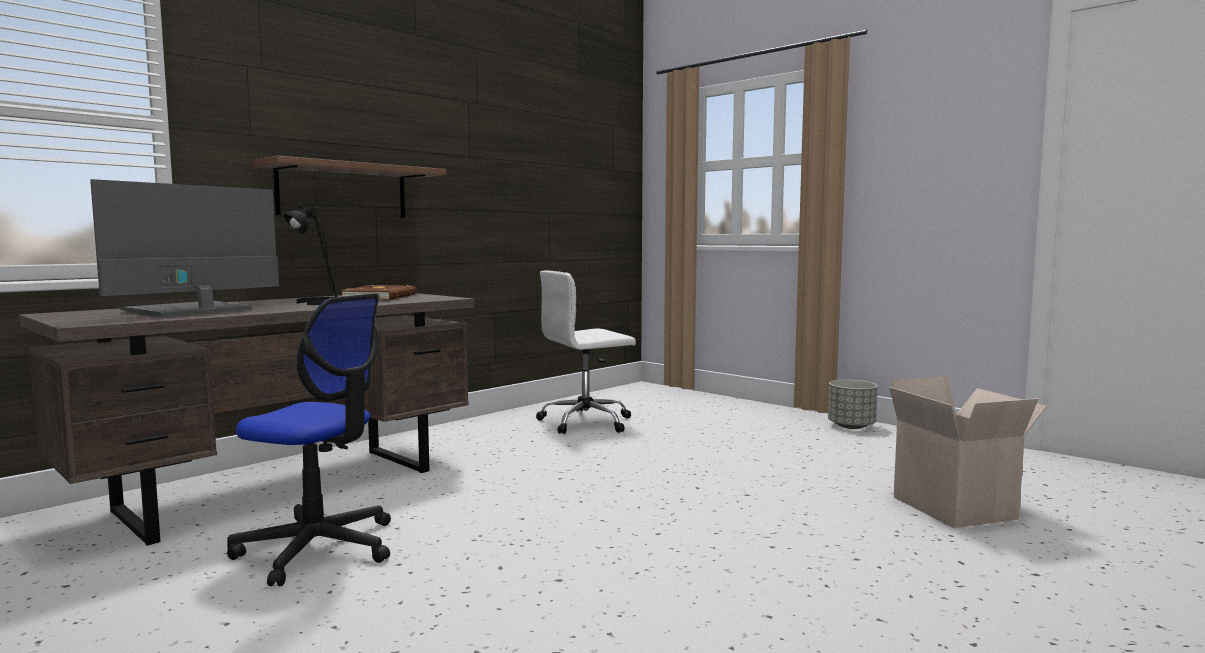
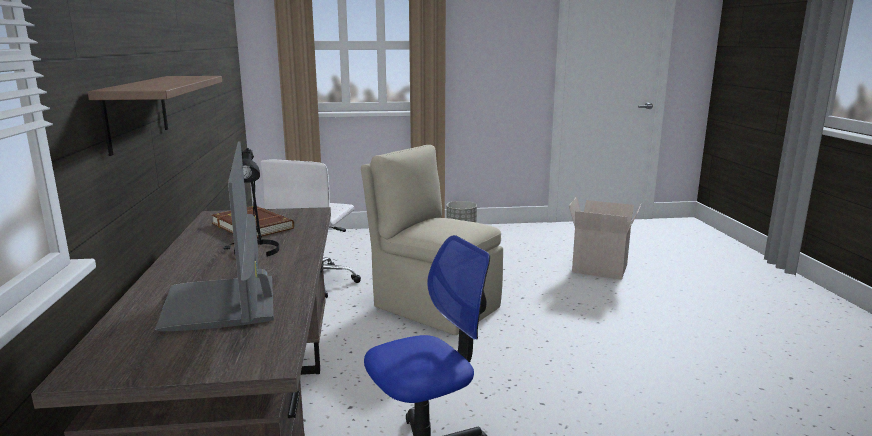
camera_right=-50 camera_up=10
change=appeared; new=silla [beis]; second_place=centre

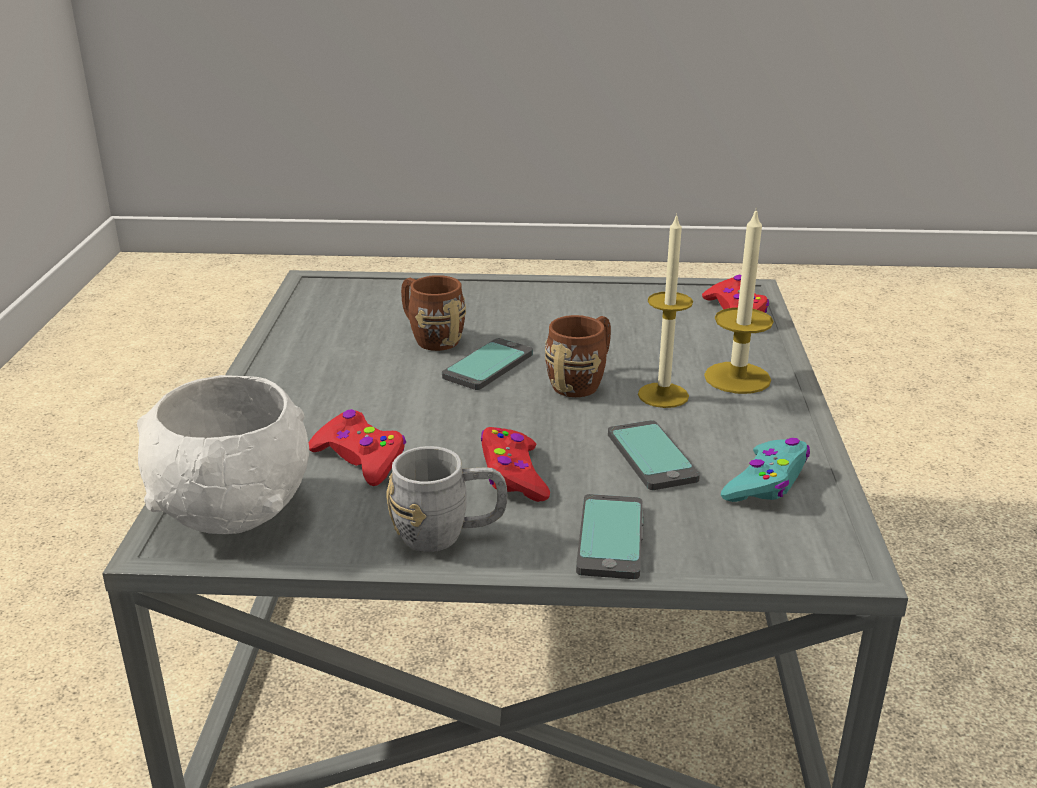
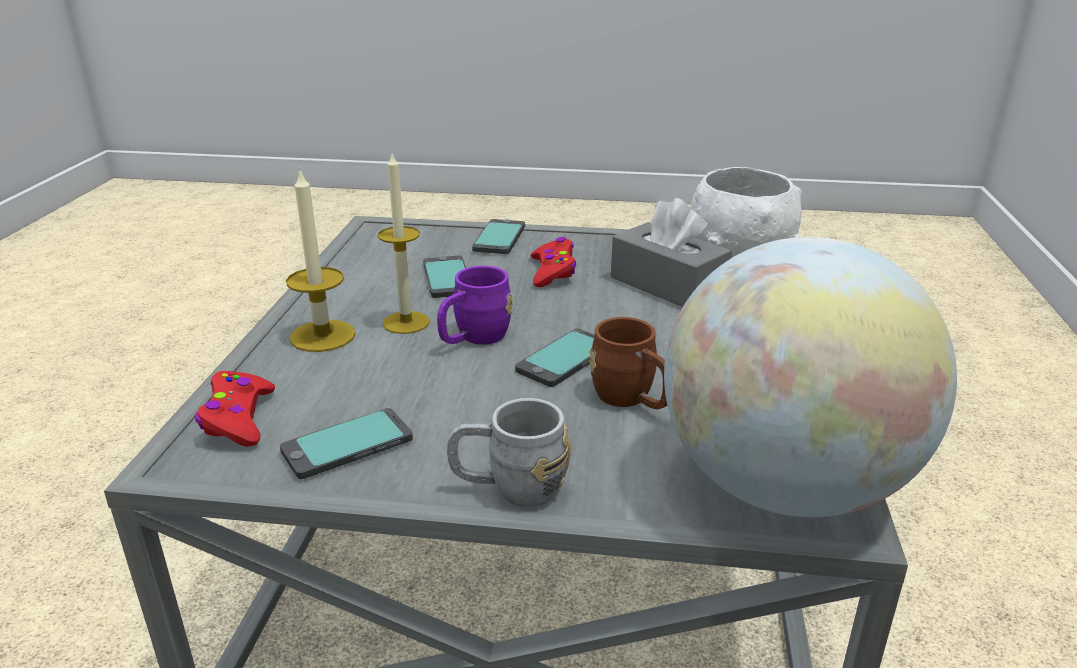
camera_right=-175 camera_up=0
change=missing; old=mando de consola [turquesa]; first_place=middle right
change=appeared; new=móvil (no. 1 from left); second_place=middle left
change=appeared; new=globo terráqueo; second_place=middle right
change=relocated; old=taza grande [gris]; first_place=centre; second_place=bottom centre
change=exchanged; old=mando de consola [rojo] (no. 1 from left); new=caja de pañuelos [gris]; first_place=centre; second_place=centre
change=colour; old=taza grande [marrón] (no. 2 from left); new=taza grande [morado]; first_place=centre; second_place=centre

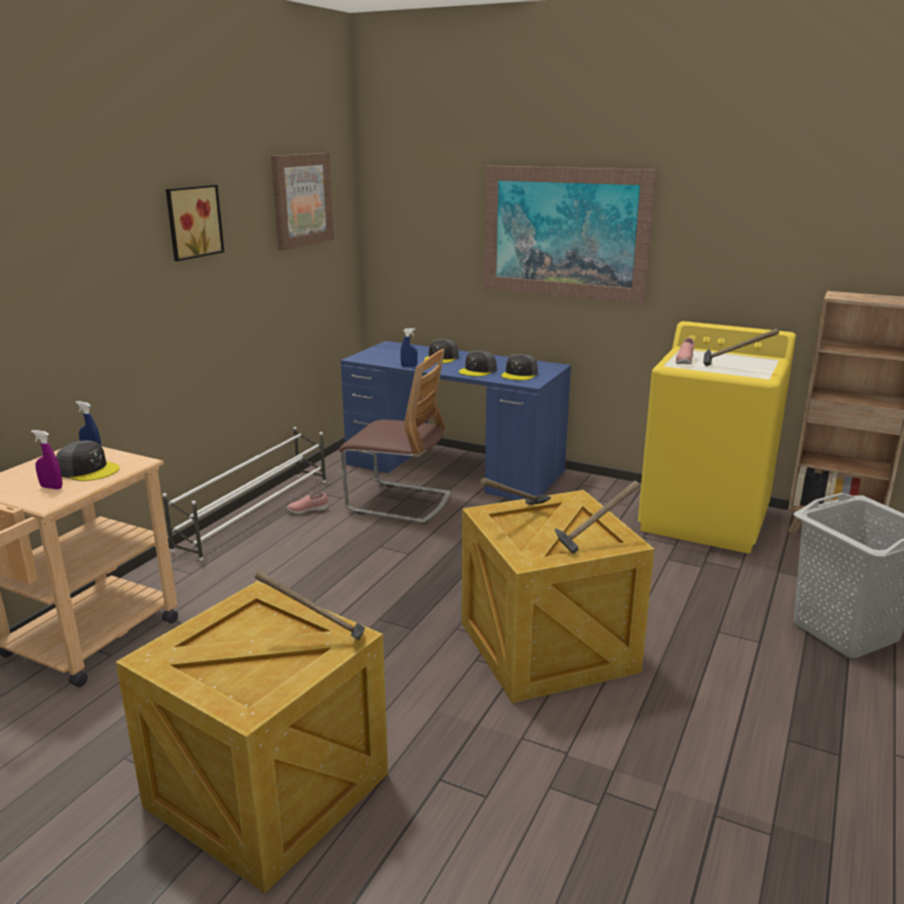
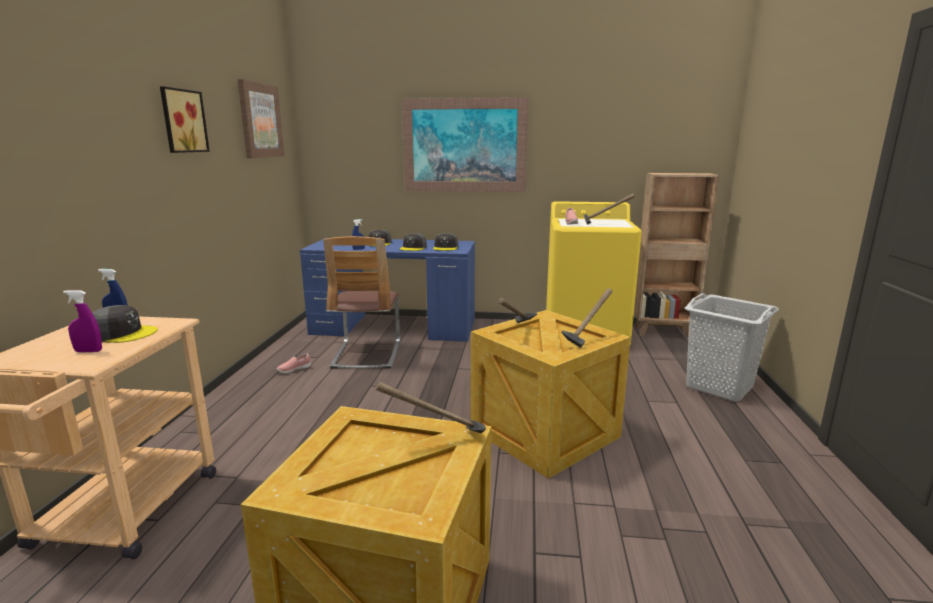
camera_right=-20 camera_up=-5
change=missing; old=zapatero [blanco]; first_place=middle left
change=spun; old=silla; first_place=centre; second_place=centre; degrees=90

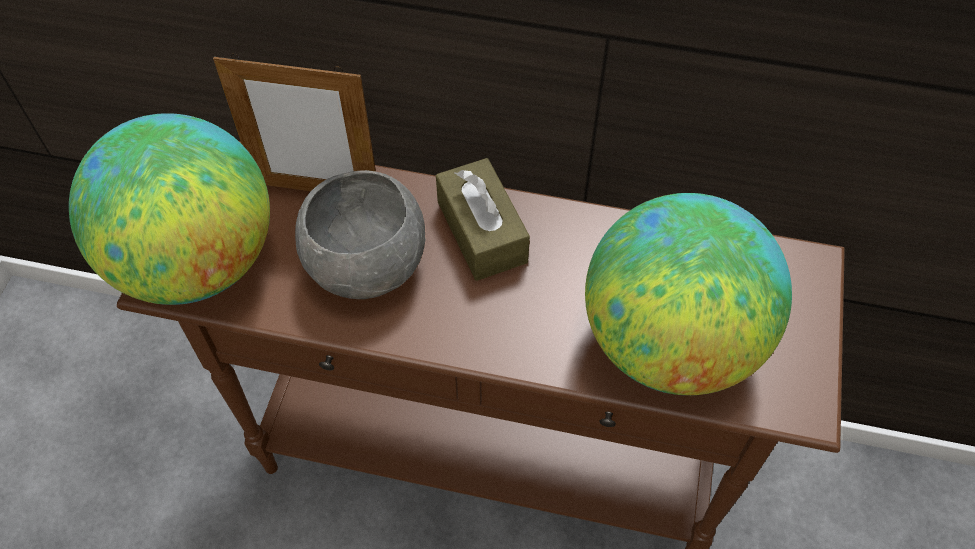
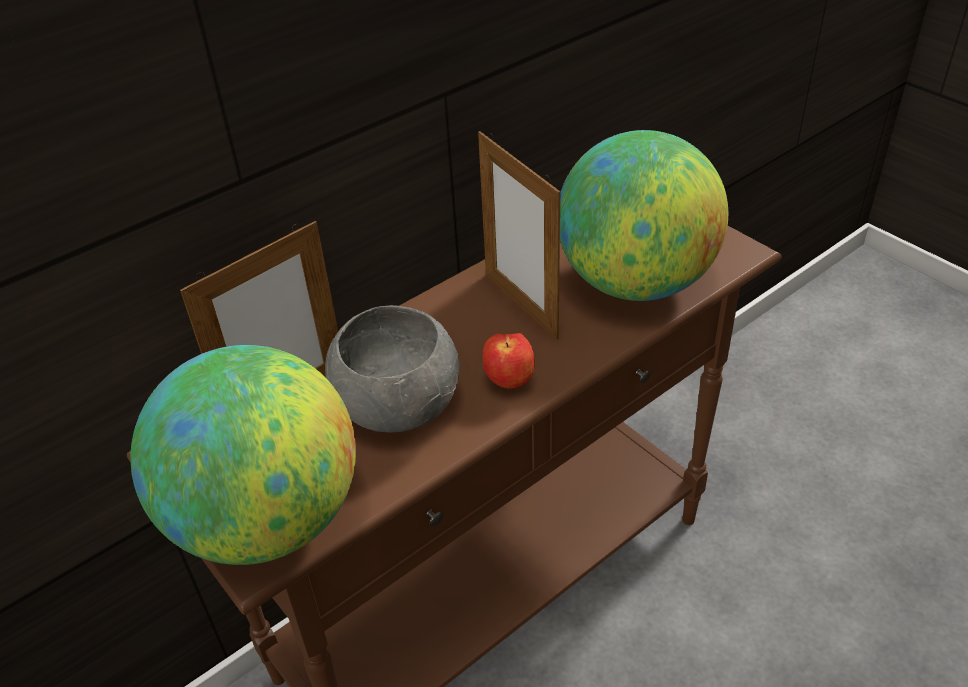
camera_right=-50 camera_up=-15
change=missing; old=caja de pañuelos [marrón]; first_place=centre
change=appeared; new=portarretratos (no. 2 from left); second_place=centre
change=appeared; new=manzana; second_place=centre

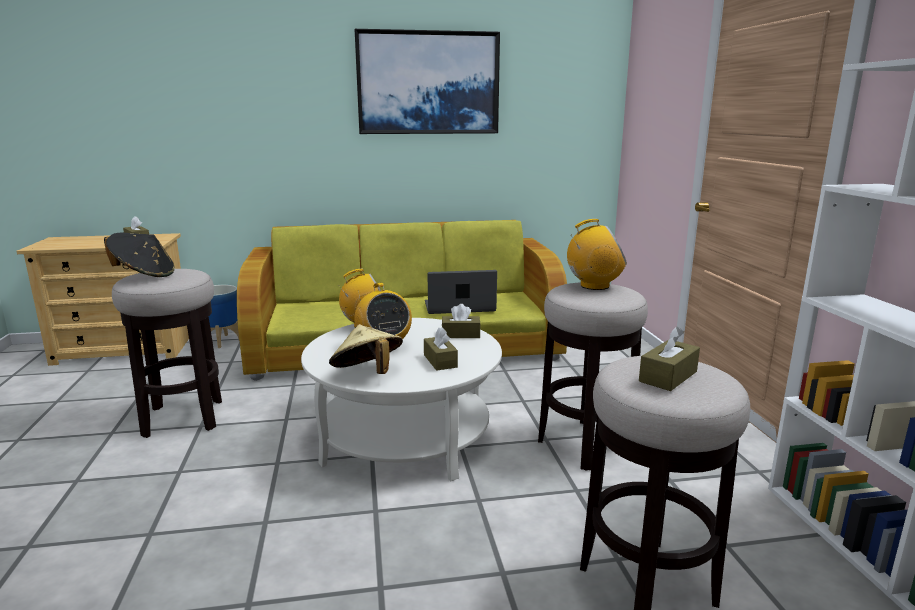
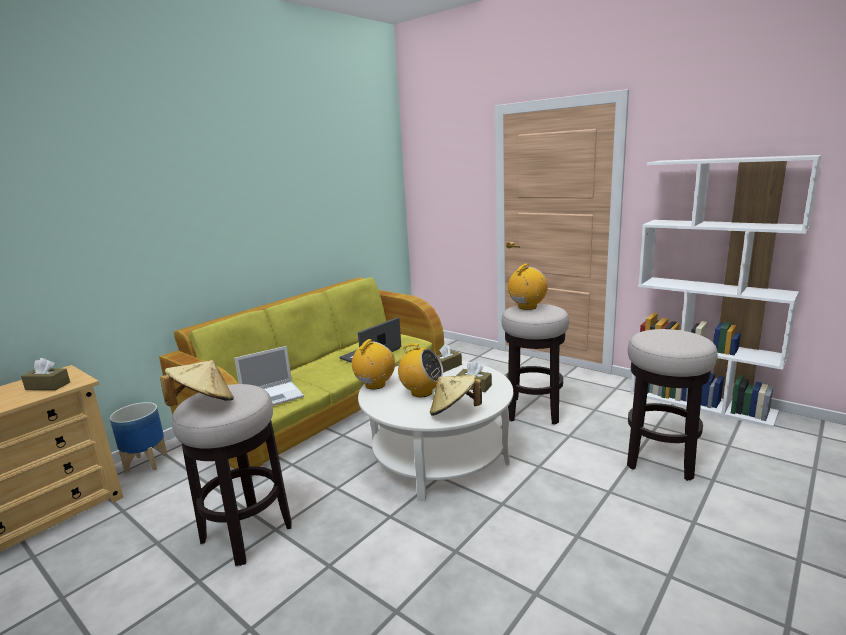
camera_right=-40 camera_up=0
change=missing; old=cuadro; first_place=top centre
change=missing; old=caja de pañuelos [marrón] (no. 4 from left); first_place=middle right
change=appeared; new=portátil (no. 1 from left); second_place=middle left
change=colour; old=sombrero [negro]; new=sombrero [beis] (no. 1 from left); first_place=middle left; second_place=middle left

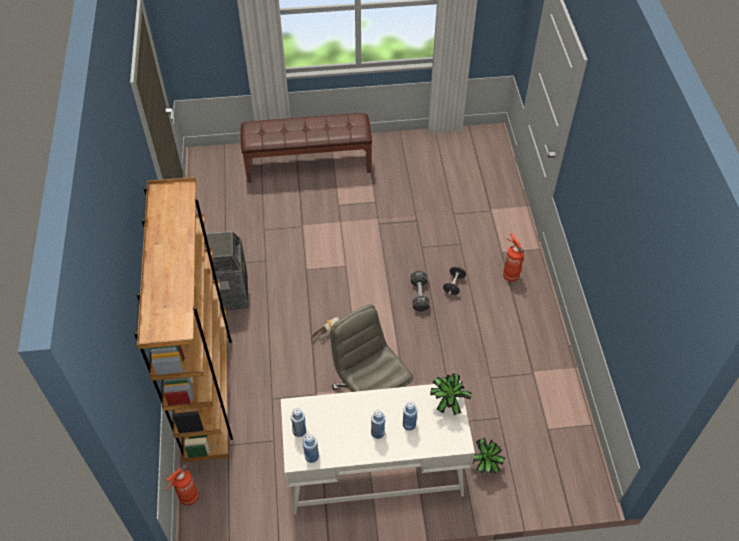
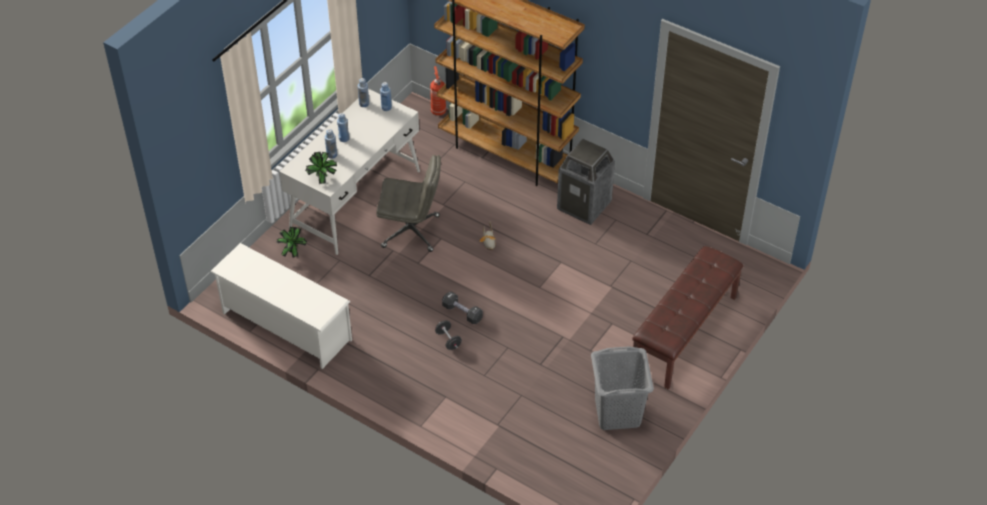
camera_right=130 camera_up=-5
change=missing; old=extintor (no. 2 from left); first_place=middle right
change=appeared; new=zapatero [blanco]; second_place=middle left
change=appeared; new=cesto de la ropa [gris]; second_place=bottom centre

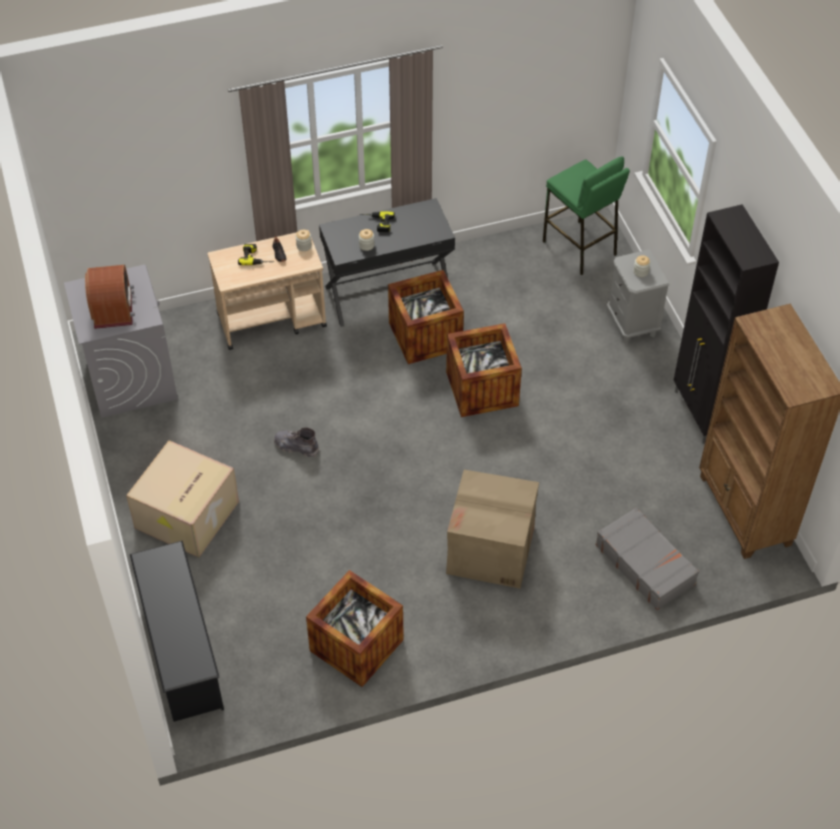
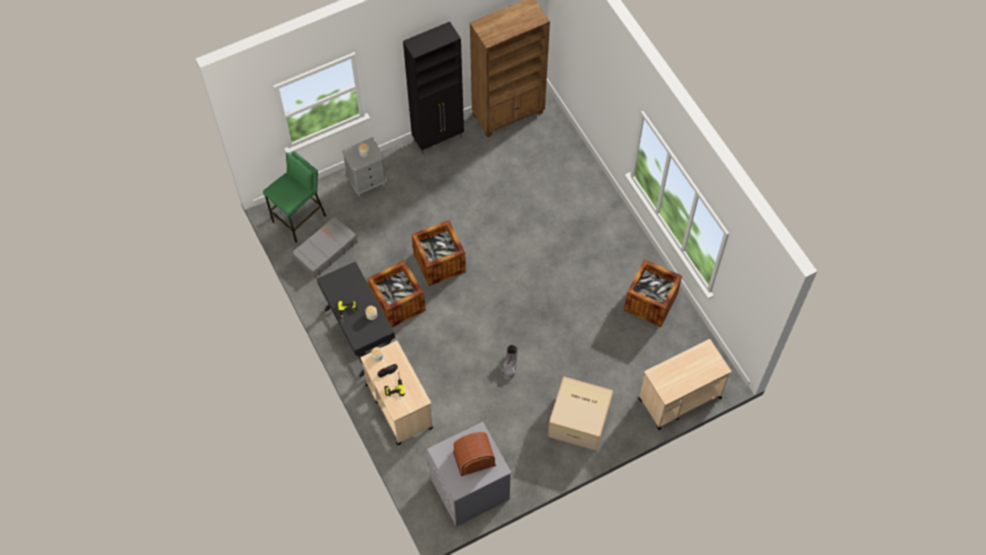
camera_right=-100 camera_up=10
change=missing; old=caja de cartón (no. 2 from left); first_place=centre
change=relocated; old=maleta [gris]; first_place=bottom right; second_place=middle left
change=exchanged; old=zapatero [negro]; new=carrito [beis] (no. 2 from left); first_place=bottom left; second_place=bottom right

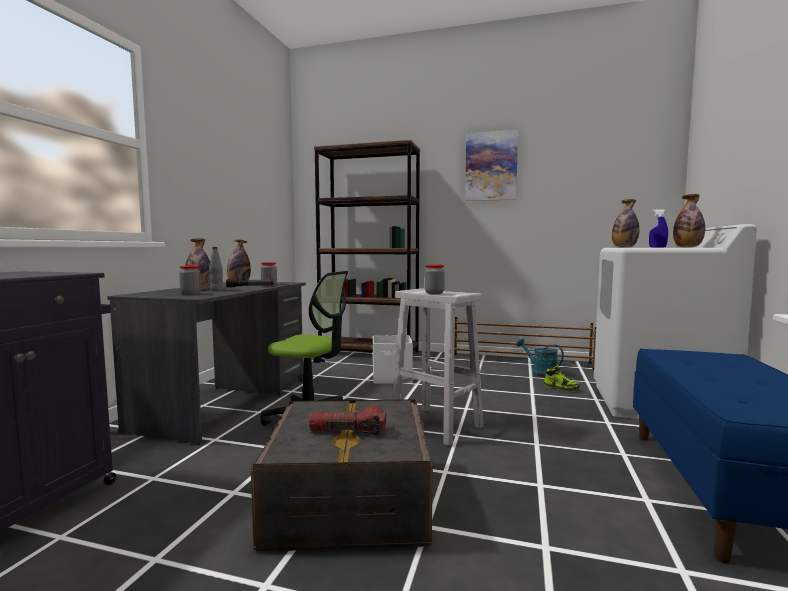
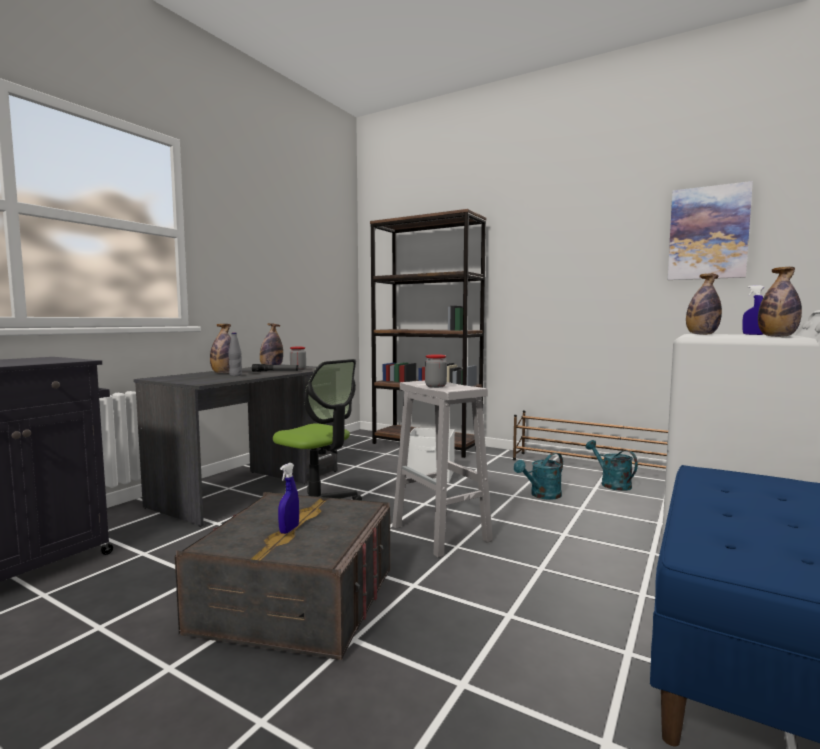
camera_right=15 camera_up=0
change=missing; old=tarro (no. 1 from left); first_place=middle left
change=missing; old=zapato; first_place=middle right
change=appeared; new=regadera [turquesa] (no. 1 from left); second_place=centre
change=relocated; old=cuadro; first_place=top centre; second_place=top right
change=exchanged; old=linterna (no. 2 from left); new=pulverizador [azul] (no. 1 from left); first_place=bottom centre; second_place=centre

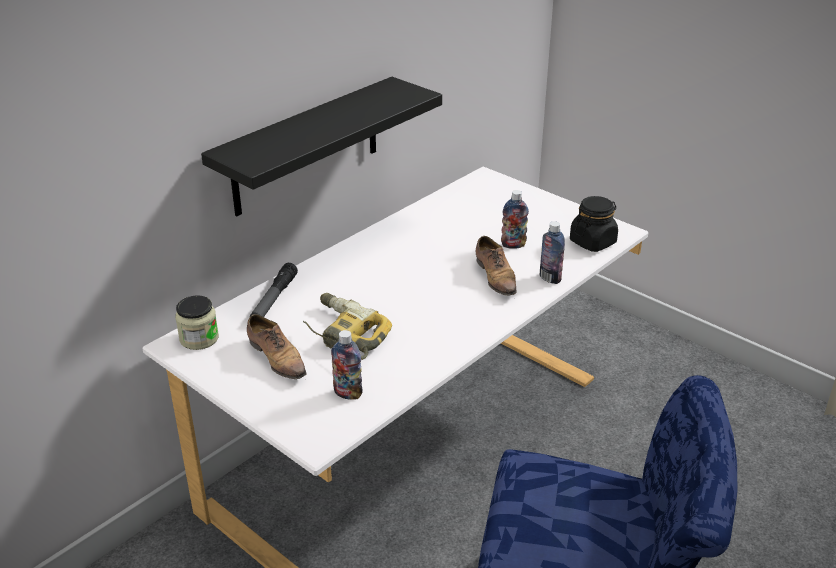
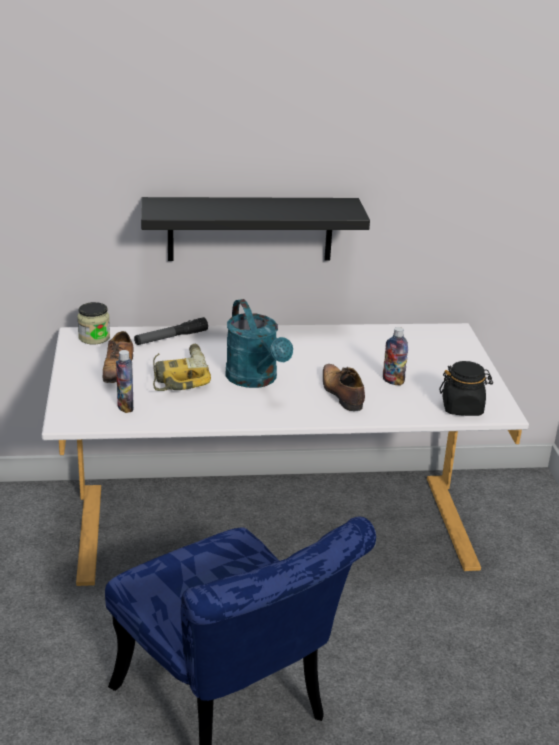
camera_right=40 camera_up=-5
change=missing; old=botella (no. 3 from left); first_place=centre
change=appeared; new=regadera [turquesa]; second_place=centre
change=spun; old=zapato (no. 2 from left); first_place=centre; second_place=centre; degrees=135

